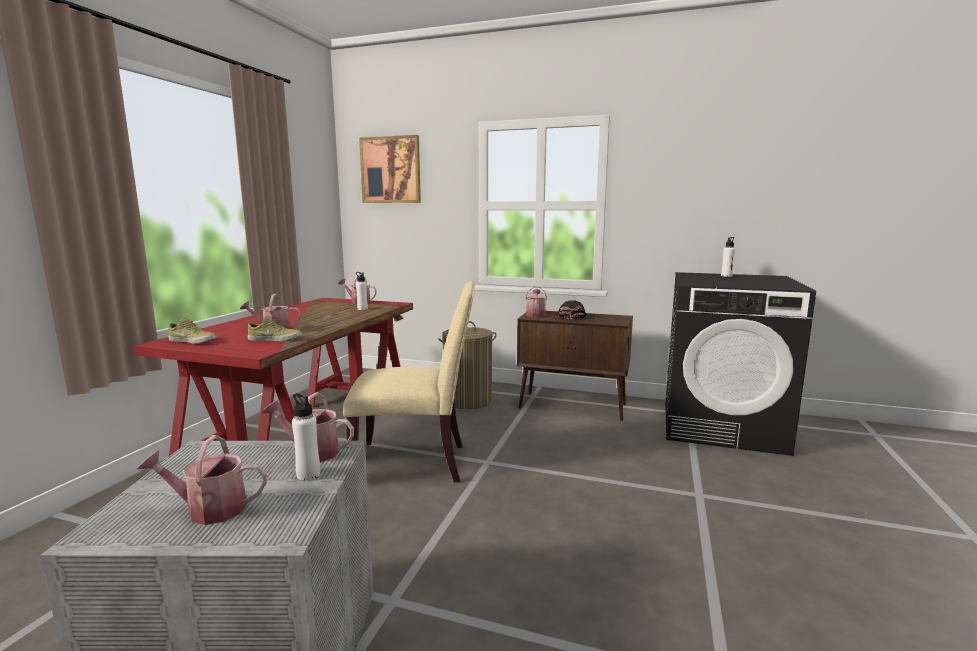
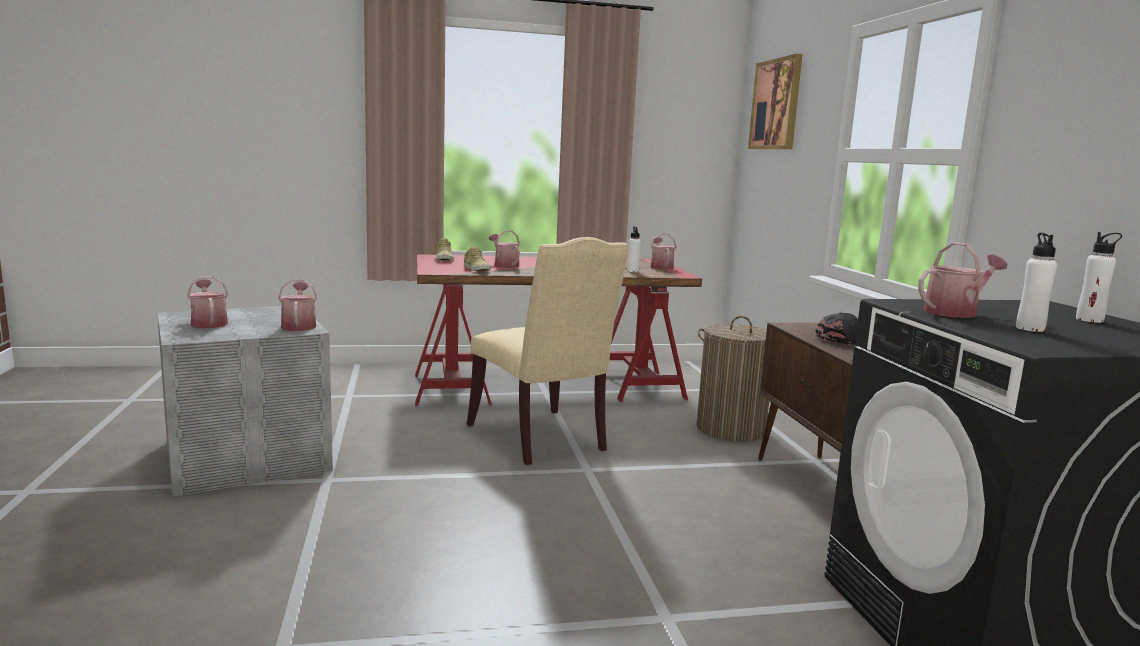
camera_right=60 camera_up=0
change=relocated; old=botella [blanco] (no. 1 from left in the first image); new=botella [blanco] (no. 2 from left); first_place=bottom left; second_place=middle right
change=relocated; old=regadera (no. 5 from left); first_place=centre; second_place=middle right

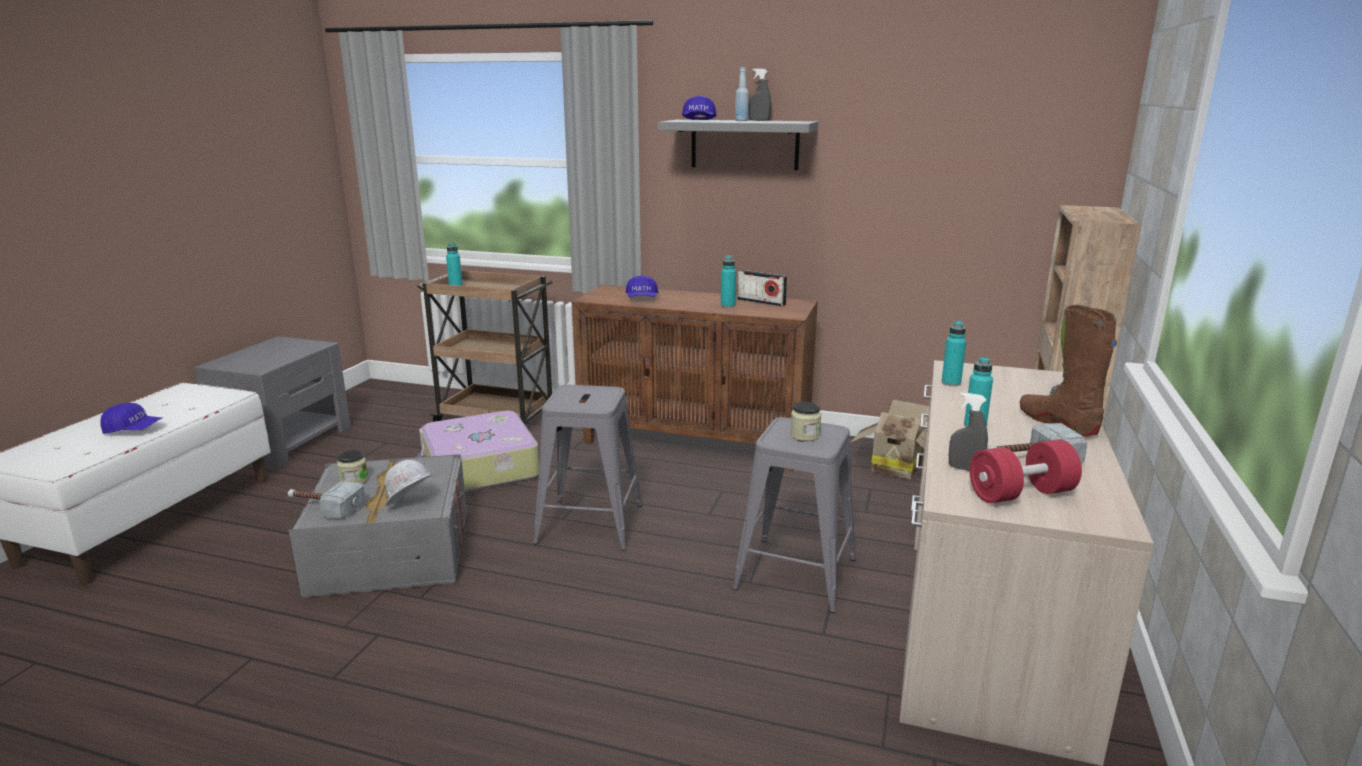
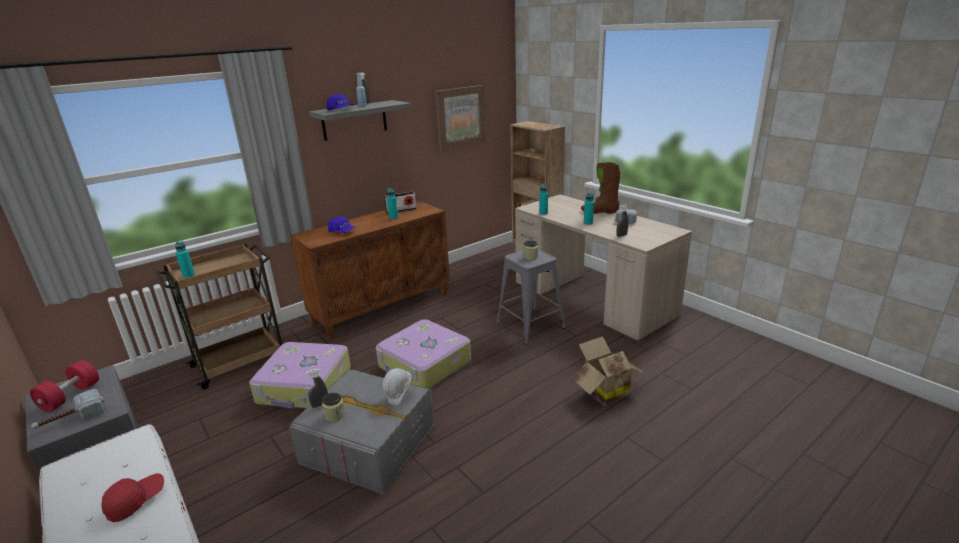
camera_right=-55 camera_up=5
change=appeared; new=pulverizador [gris] (no. 1 from left); second_place=bottom left
change=appeared; new=cuadro; second_place=top centre
change=relocated; old=martillo (no. 1 from left); first_place=middle left; second_place=bottom left
change=relocated; old=caja de cartón; first_place=centre; second_place=bottom centre
change=relocated; old=mancuerna [rojo]; first_place=middle right; second_place=bottom left
change=exchanged; old=taburete [gris] (no. 1 from left); new=maleta (no. 2 from left); first_place=centre; second_place=centre
change=colour; old=gorra [azul] (no. 1 from left); new=gorra [rojo]; first_place=middle left; second_place=bottom left

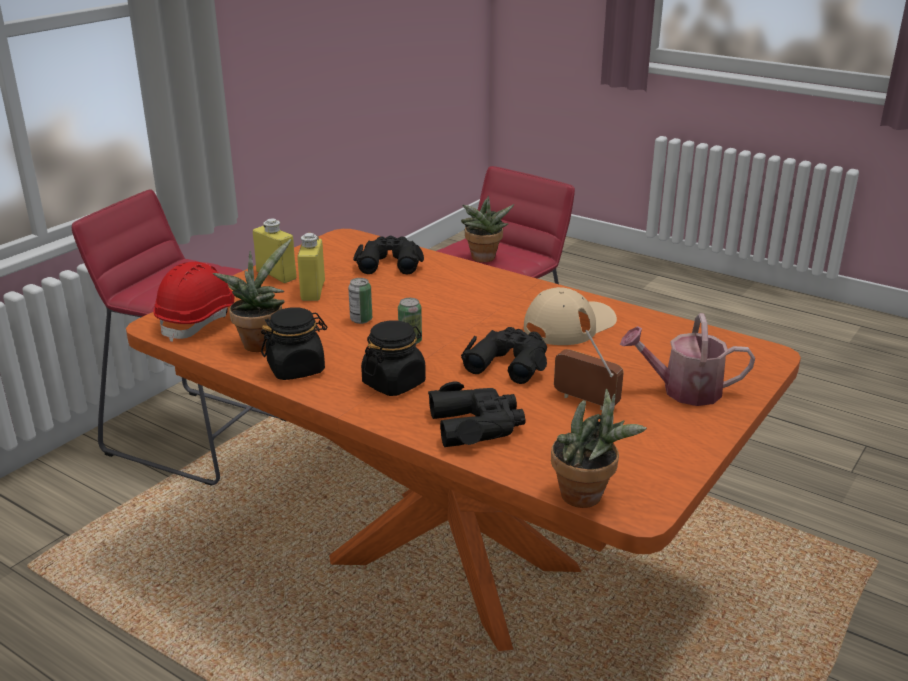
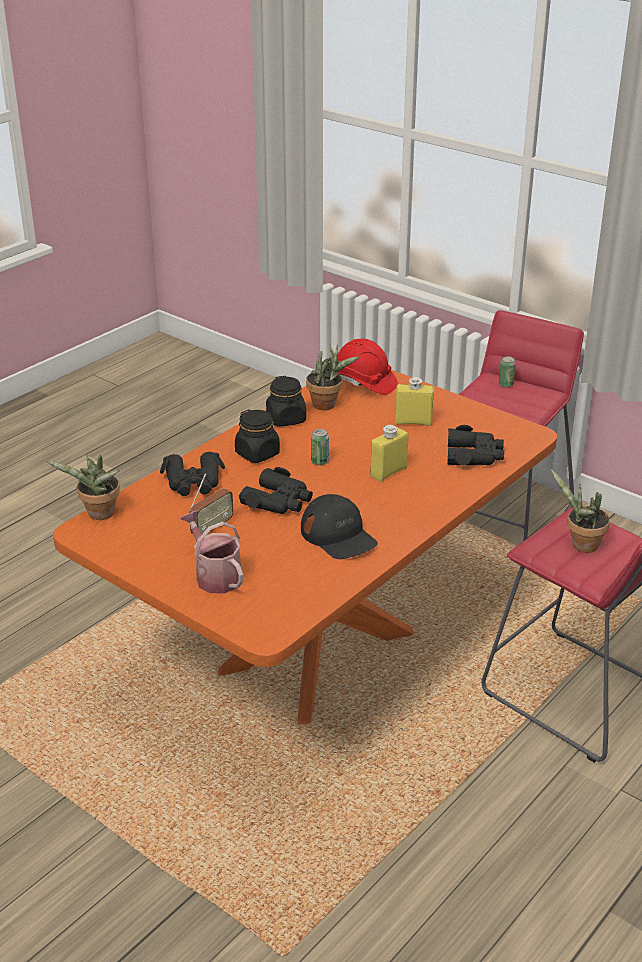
camera_right=95 camera_up=5
change=relocated; old=botella [amarillo] (no. 1 from left); first_place=middle left; second_place=centre
change=relocated; old=lata (no. 1 from left in the first image); new=lata (no. 2 from left); first_place=centre; second_place=middle right
change=colour; old=gorra [beis]; new=gorra [negro]; first_place=centre; second_place=centre
change=spun; old=regadera; first_place=middle right; second_place=middle left; degrees=-45

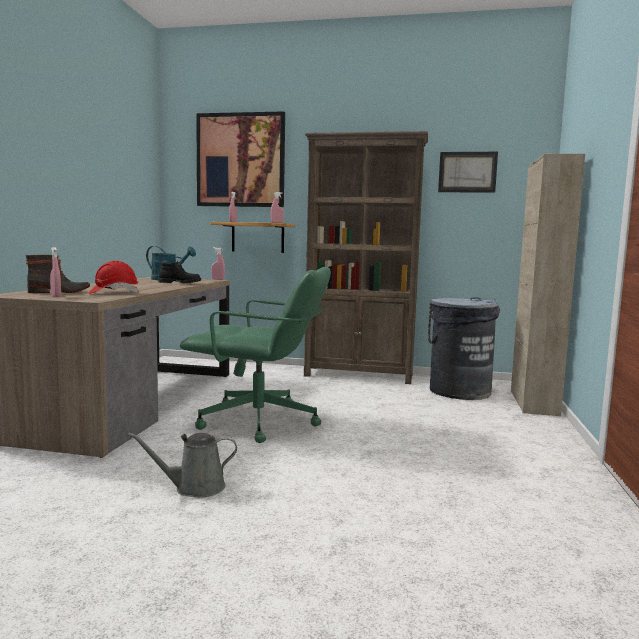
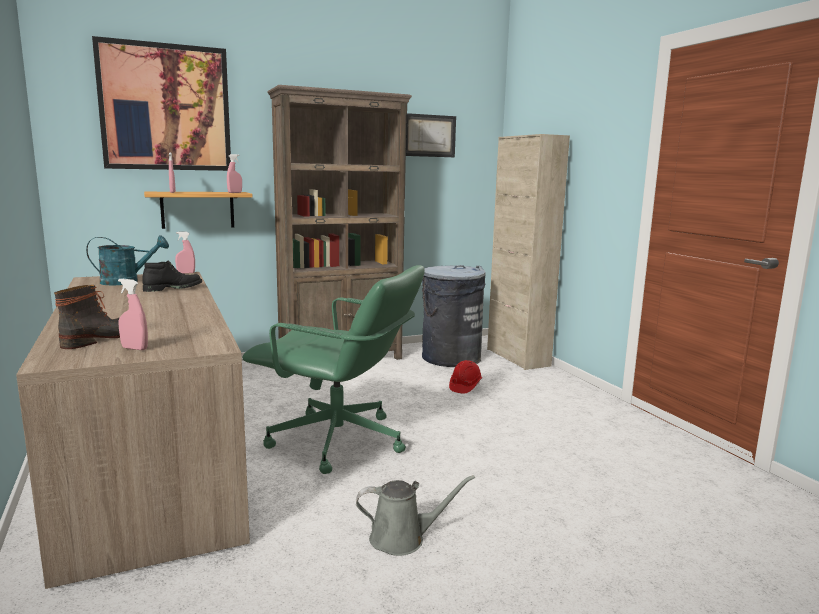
camera_right=-35 camera_up=5
change=relocated; old=casco [rojo]; first_place=middle left; second_place=centre
change=spun; old=regadera [gris]; first_place=bottom left; second_place=bottom centre; degrees=-135
change=spun; old=silla de oficina [verde]; first_place=centre; second_place=centre; degrees=45

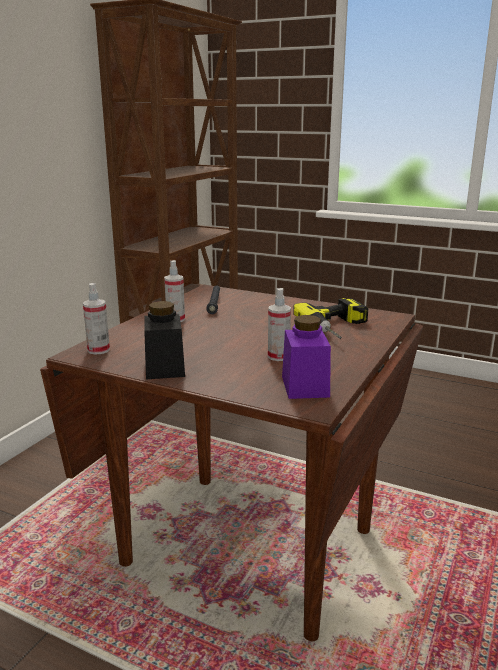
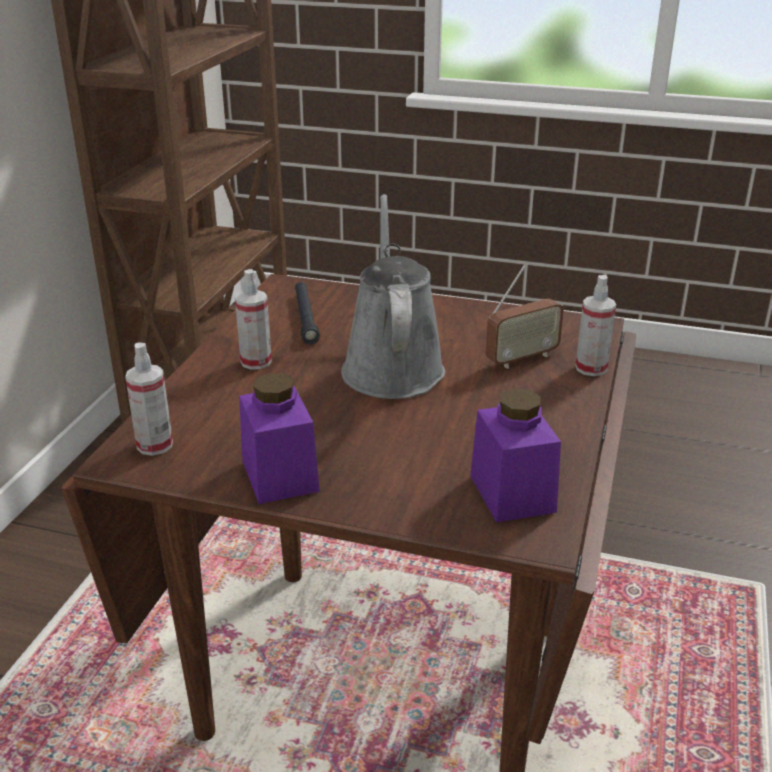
camera_right=-10 camera_up=10
change=appeared; new=regadera [gris]; second_place=centre
change=relocated; old=pulverizador (no. 3 from left); first_place=centre; second_place=middle right
change=exchanged; old=taladro; new=radio; first_place=centre; second_place=middle right
change=colour; old=tarro [negro]; new=tarro [morado] (no. 1 from left); first_place=middle left; second_place=centre

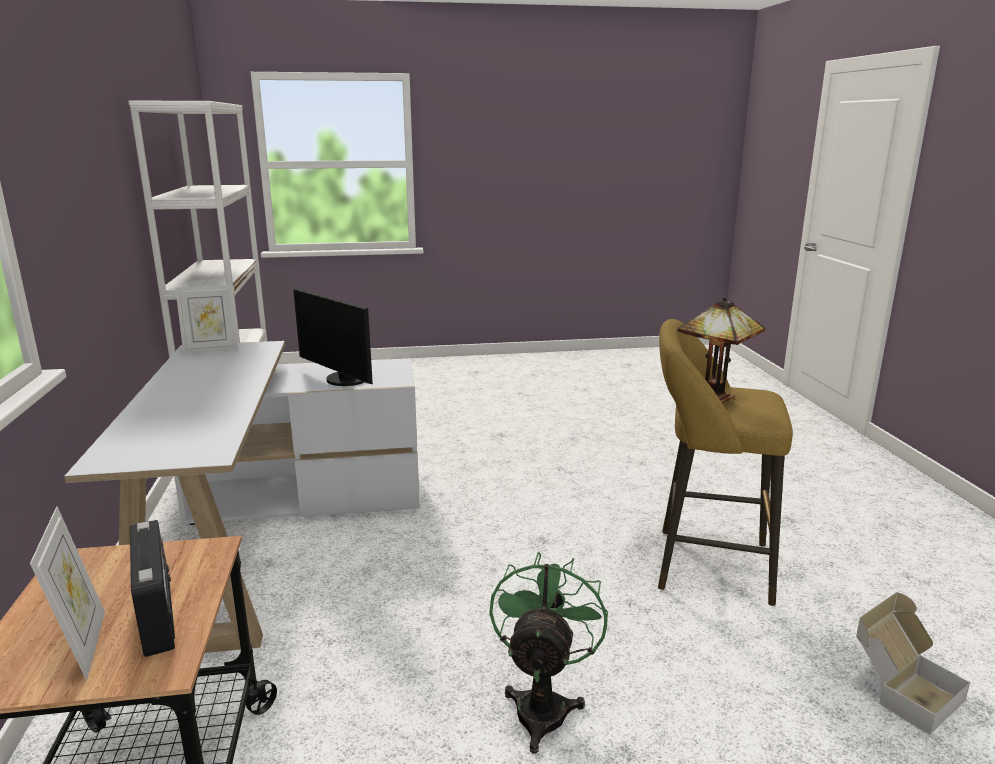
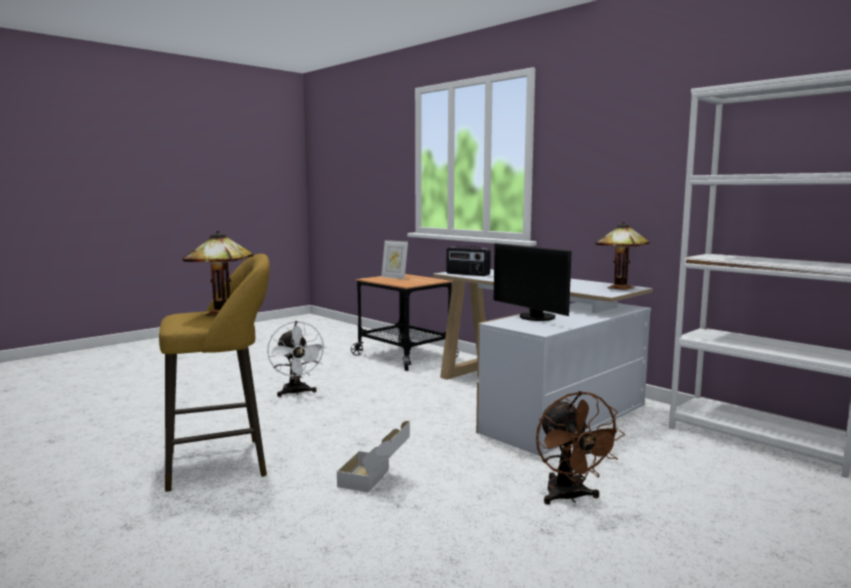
camera_right=145 camera_up=-10
change=appeared; new=ventilador [marrón]; second_place=bottom right
change=relocated; old=radio; first_place=bottom left; second_place=centre
change=relocated; old=caja de cartón; first_place=bottom right; second_place=bottom centre
change=exchanged; old=portarretratos (no. 2 from left); new=lámpara de mesa (no. 2 from left); first_place=middle left; second_place=middle right
change=colour; old=ventilador [verde]; new=ventilador [blanco]; first_place=bottom centre; second_place=centre
change=spun; old=monitor; first_place=centre; second_place=centre; degrees=-135

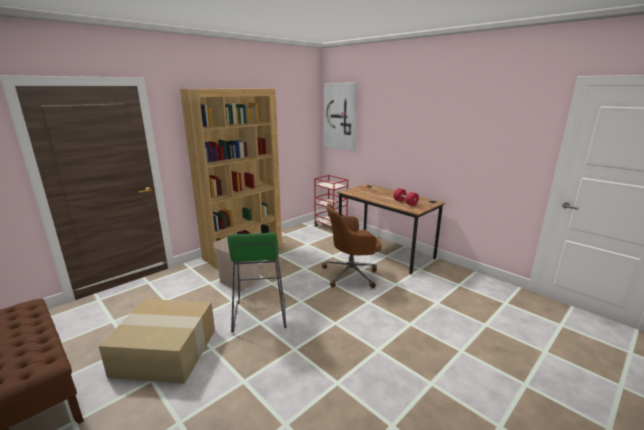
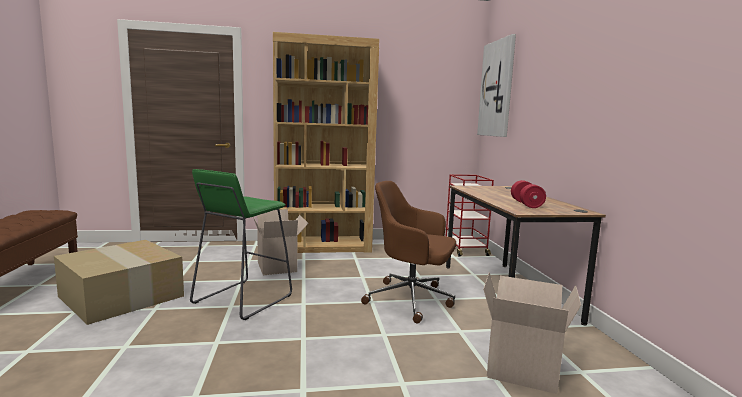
camera_right=35 camera_up=-10
change=appeared; new=caja de cartón (no. 3 from left); second_place=bottom right

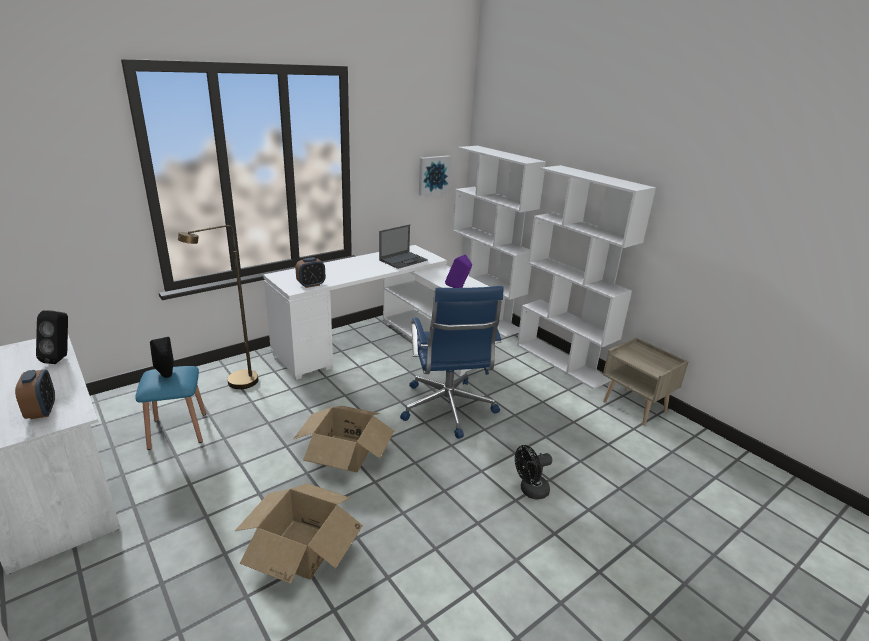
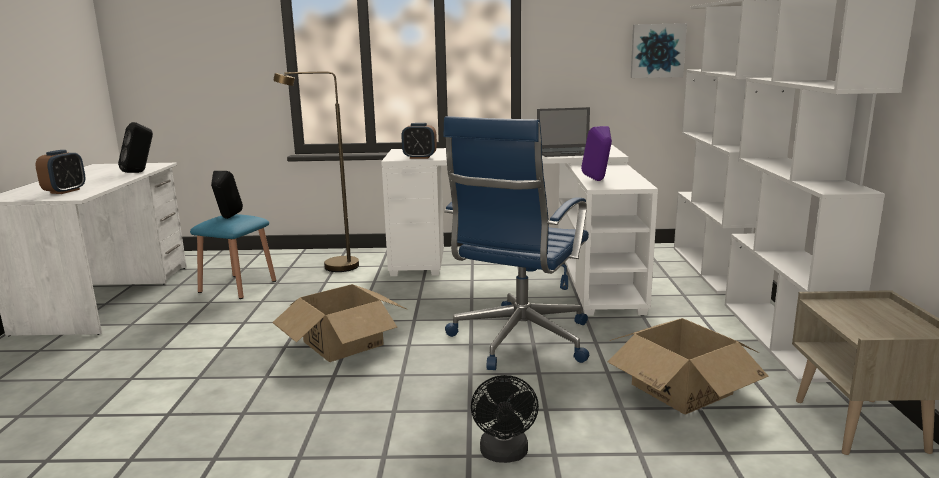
camera_right=40 camera_up=-10
change=relocated; old=caja de cartón (no. 1 from left in the first image); new=caja de cartón (no. 2 from left); first_place=bottom centre; second_place=bottom right
change=spun; old=ventilador [negro]; first_place=bottom centre; second_place=bottom centre; degrees=-105

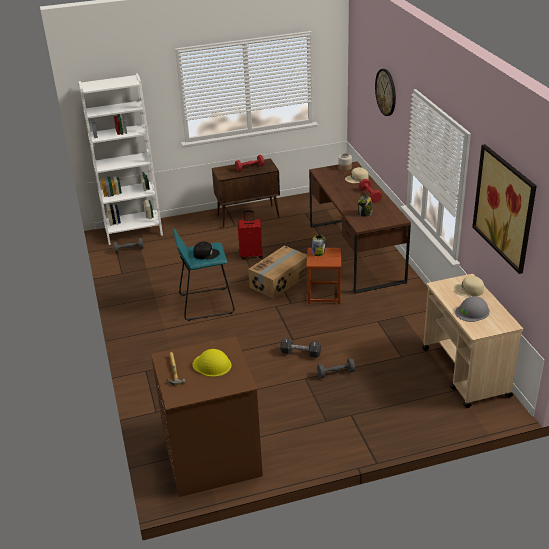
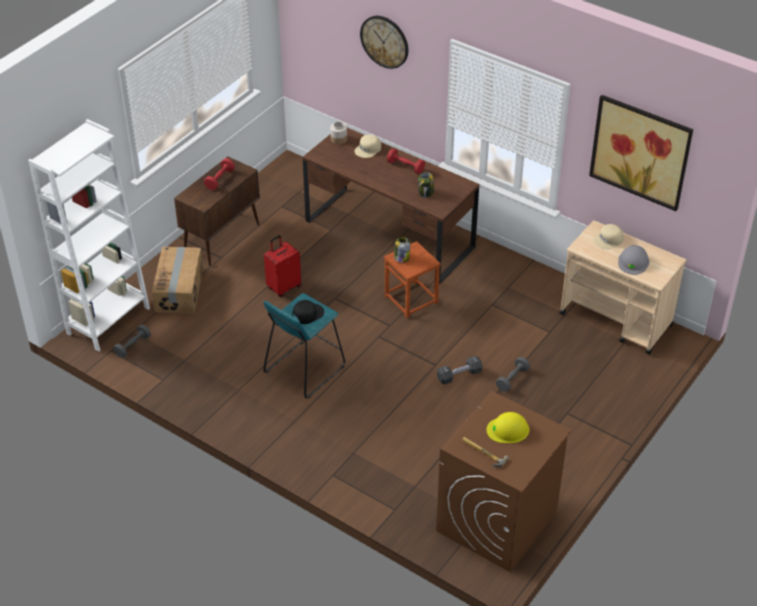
camera_right=-40 camera_up=10
change=relocated; old=caja de cartón; first_place=centre; second_place=middle left

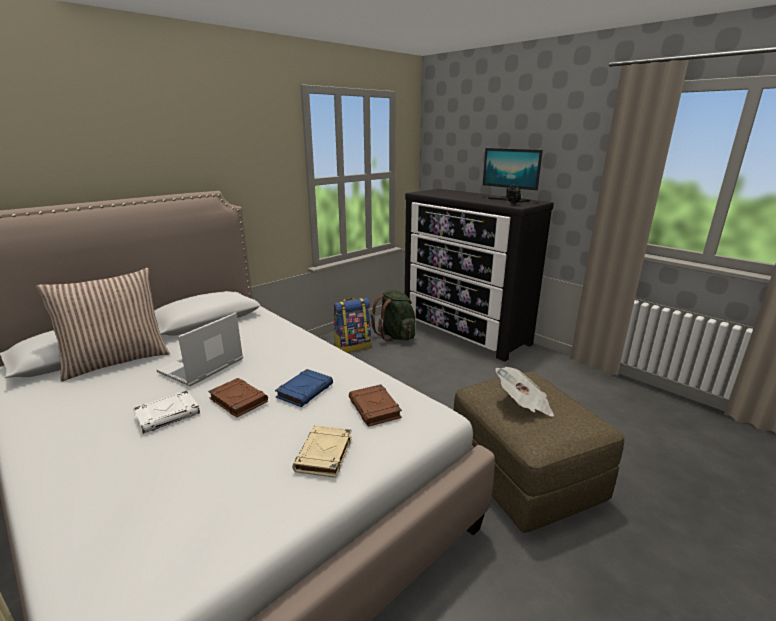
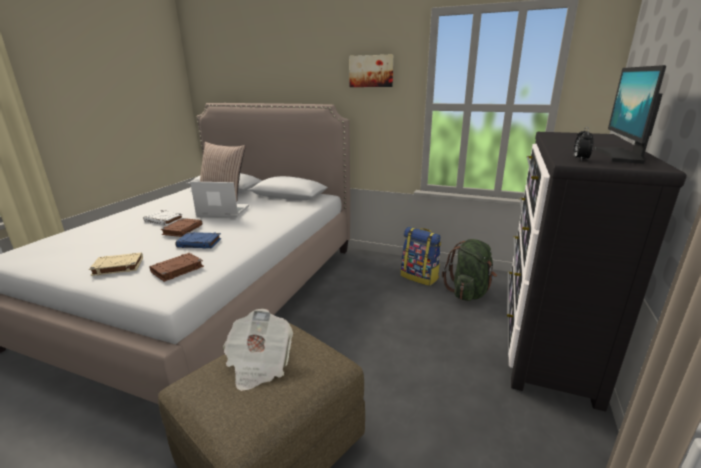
camera_right=65 camera_up=0
change=appeared; new=cuadro; second_place=top centre

